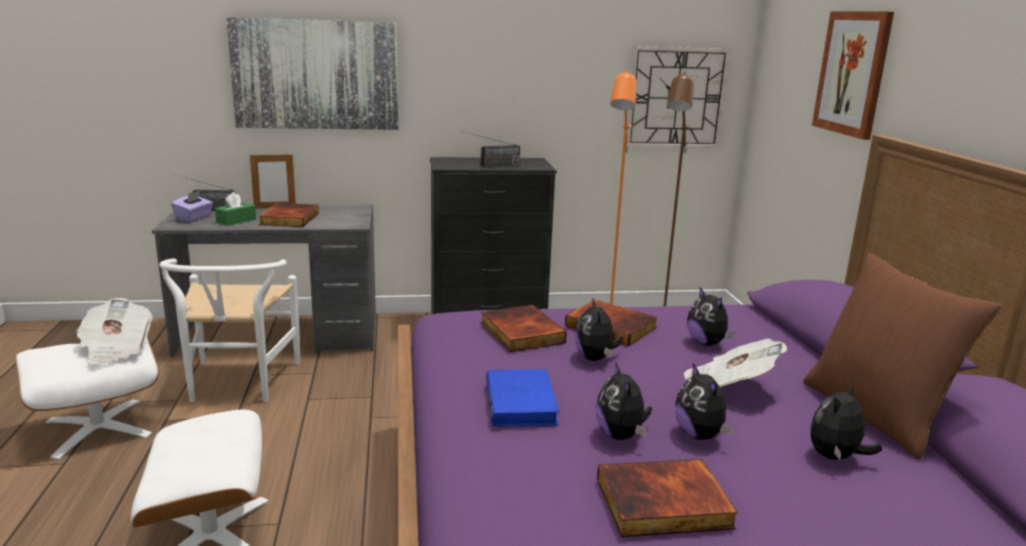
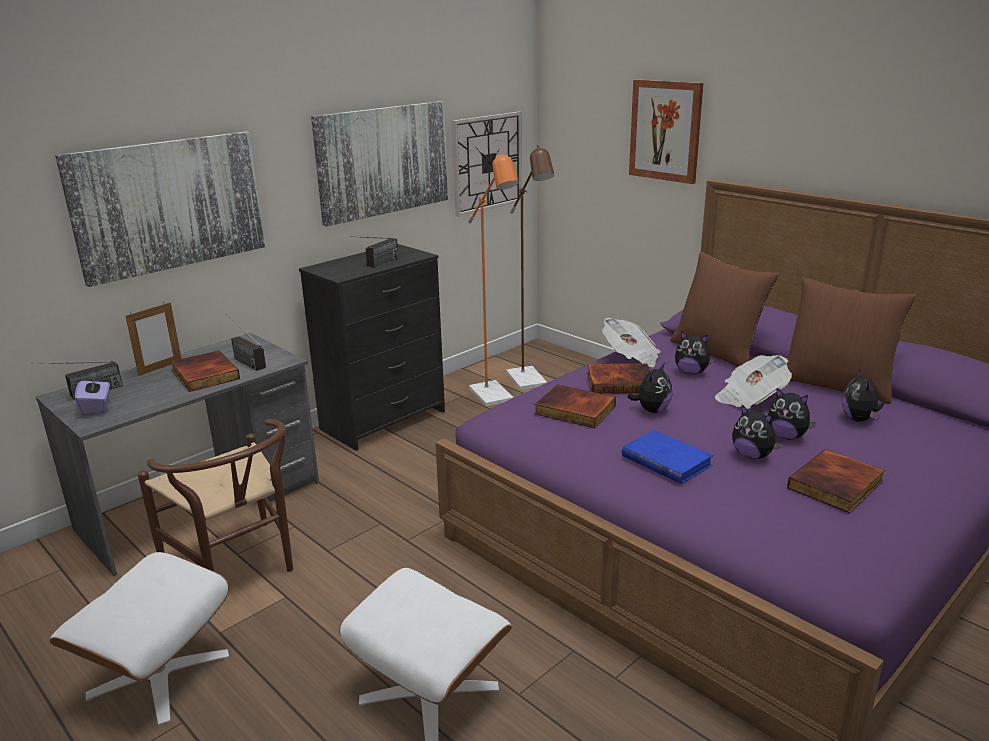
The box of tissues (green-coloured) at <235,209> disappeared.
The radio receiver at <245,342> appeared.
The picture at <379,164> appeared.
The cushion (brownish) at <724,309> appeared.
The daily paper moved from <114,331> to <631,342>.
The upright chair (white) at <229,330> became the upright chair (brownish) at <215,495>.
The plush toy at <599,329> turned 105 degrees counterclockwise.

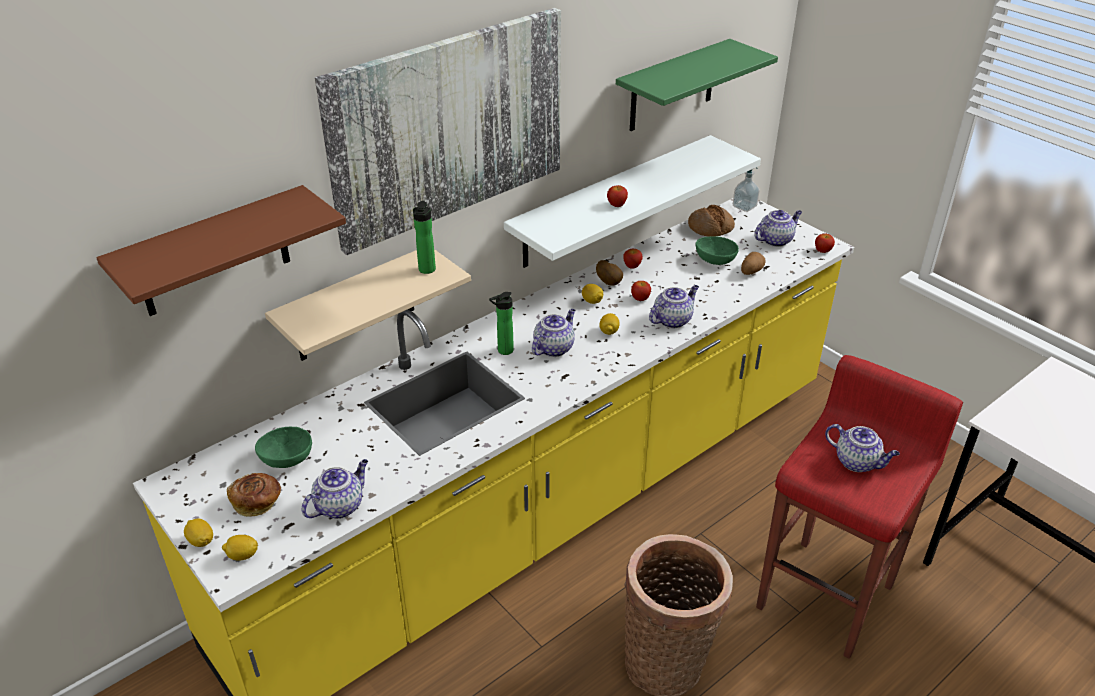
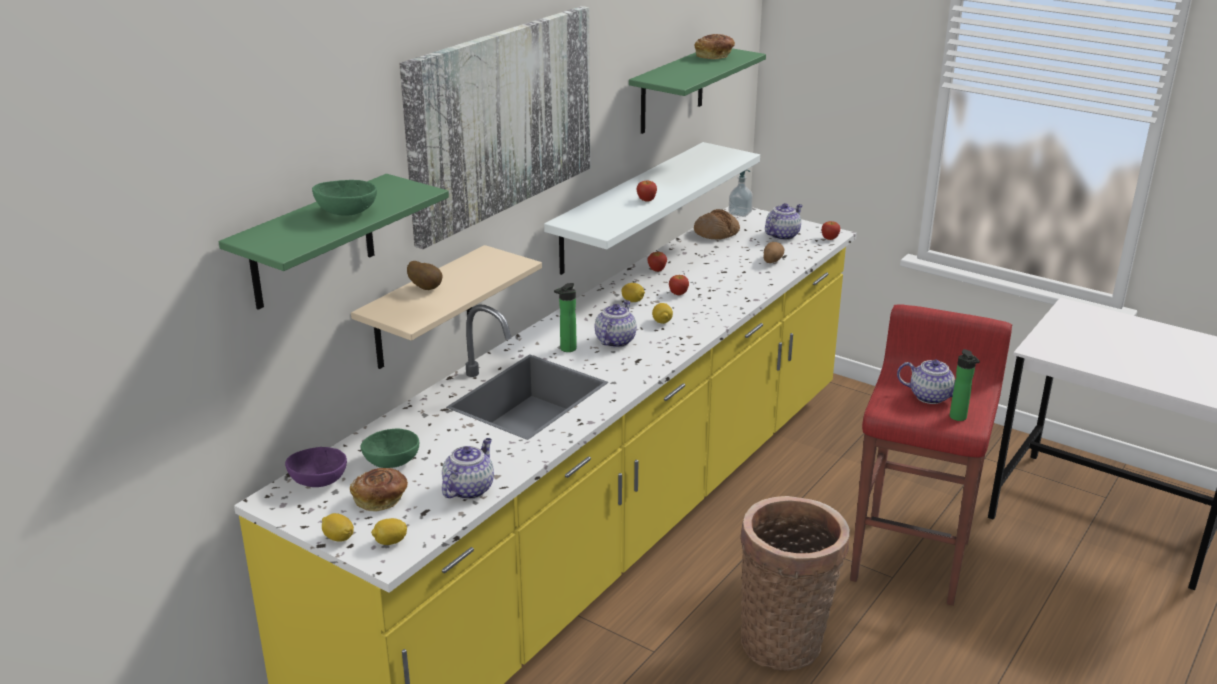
The teapot at <674,306> disappeared.
The bowl (purplish) at <316,467> appeared.
The baked bread at <715,46> appeared.
The beverage bottle moved from <424,237> to <965,385>.
The spud moved from <609,273> to <425,275>.
The bowl (green-coloured) moved from <717,250> to <344,198>.
The wall shelf (brownish) at <221,250> became the wall shelf (green-coloured) at <334,242>.

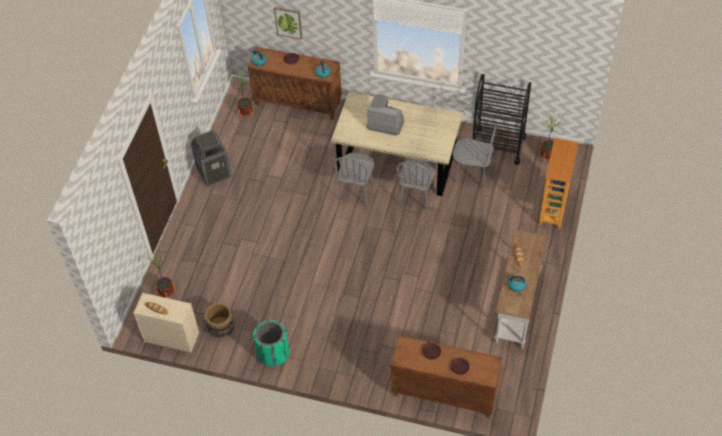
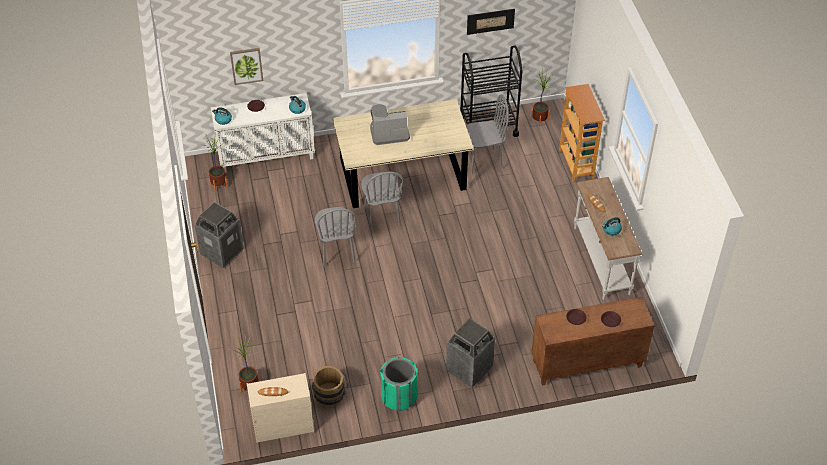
The trash can at <470,353> appeared.
The picture at <491,22> appeared.
The upright chair (grey) moved from <416,185> to <335,237>.
The cupboard (brownish) at <294,83> became the cupboard (white) at <263,133>.

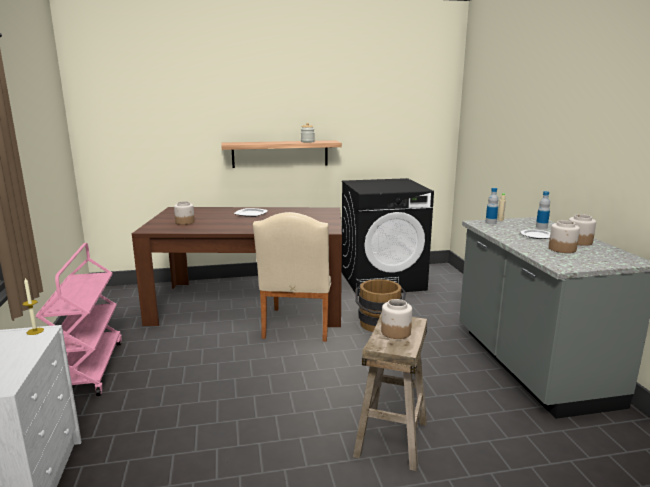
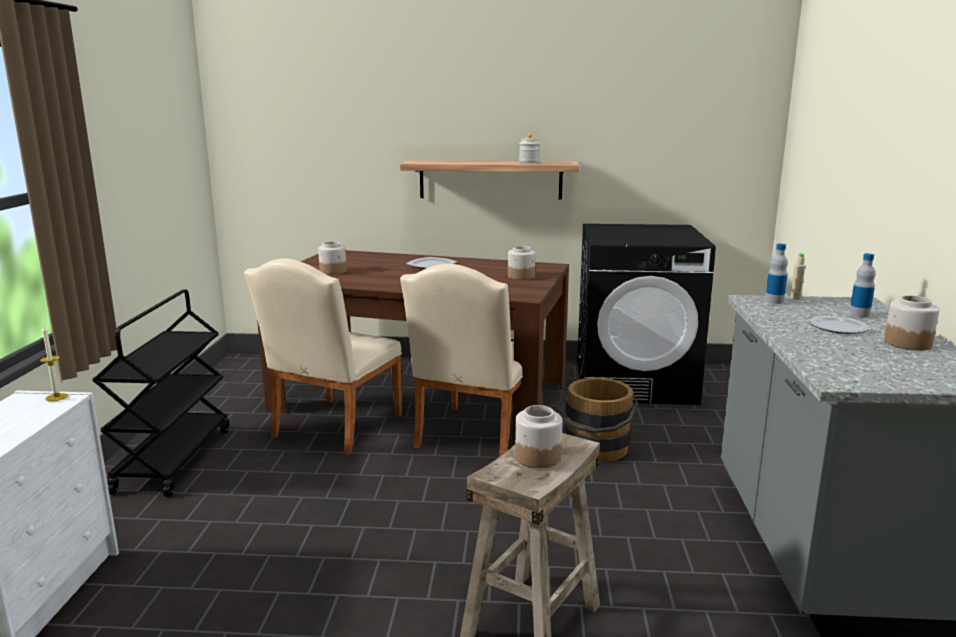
The upright chair (sand-coloured) at <323,356> appeared.
The jar moved from <564,236> to <521,263>.
The wheeled cart (pink-coloured) at <79,319> became the wheeled cart (black-coloured) at <160,393>.

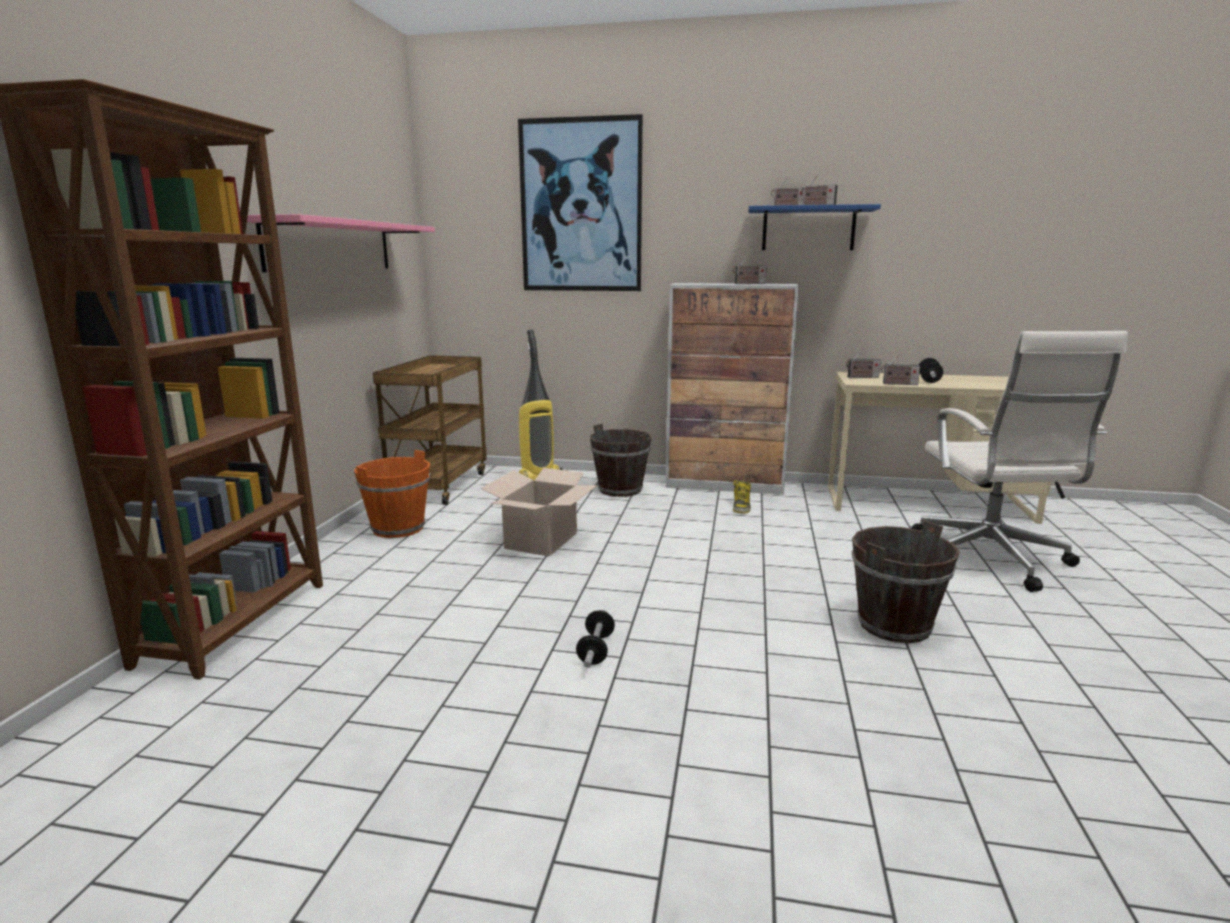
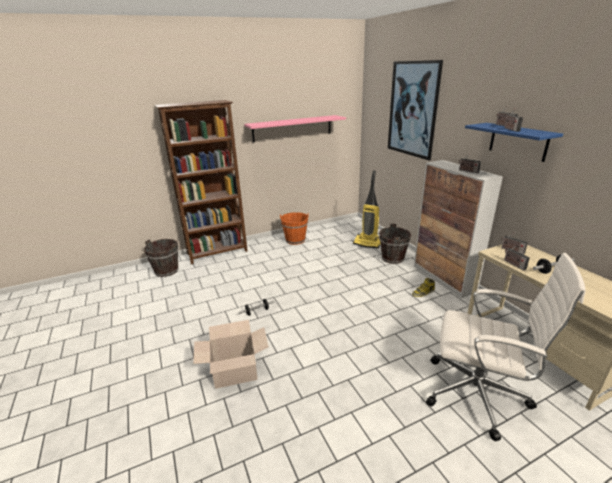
The wheeled cart (brownish) at <430,430> disappeared.
The carton moved from <539,512> to <230,354>.
The bucket (brownish) moved from <906,582> to <161,258>.
The desk chair (white) at <1019,461> turned 120 degrees counterclockwise.

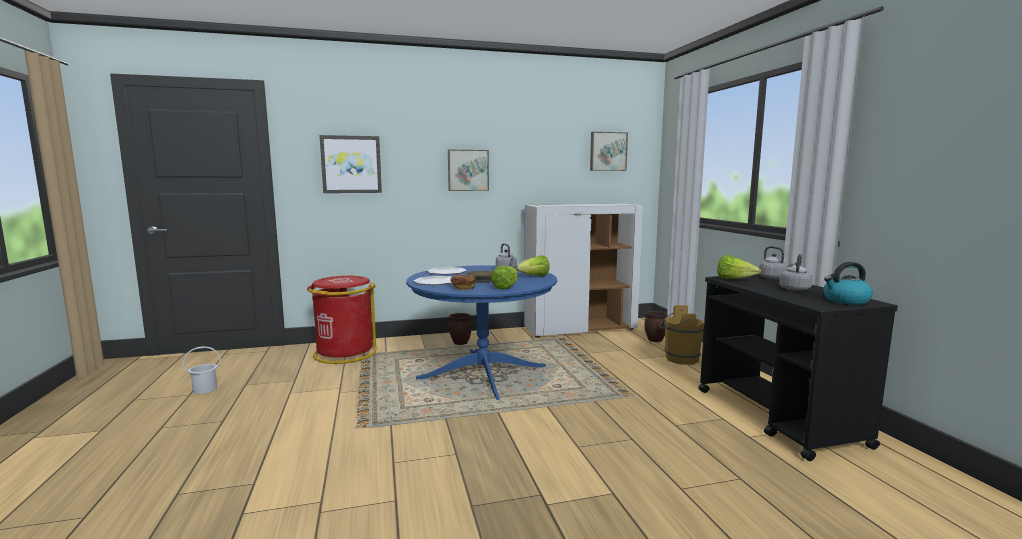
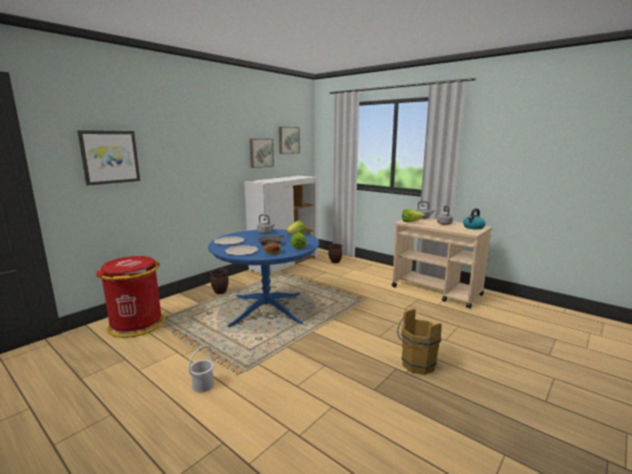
The bucket (white) moved from <202,370> to <201,369>.
The picture moved from <468,170> to <261,153>.
The bucket (brownish) moved from <681,335> to <419,342>.
The wheeled cart (black-coloured) at <798,367> became the wheeled cart (sand-coloured) at <442,263>.

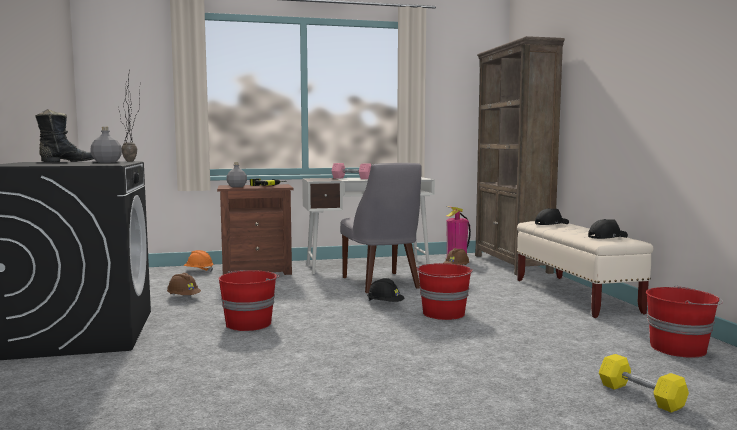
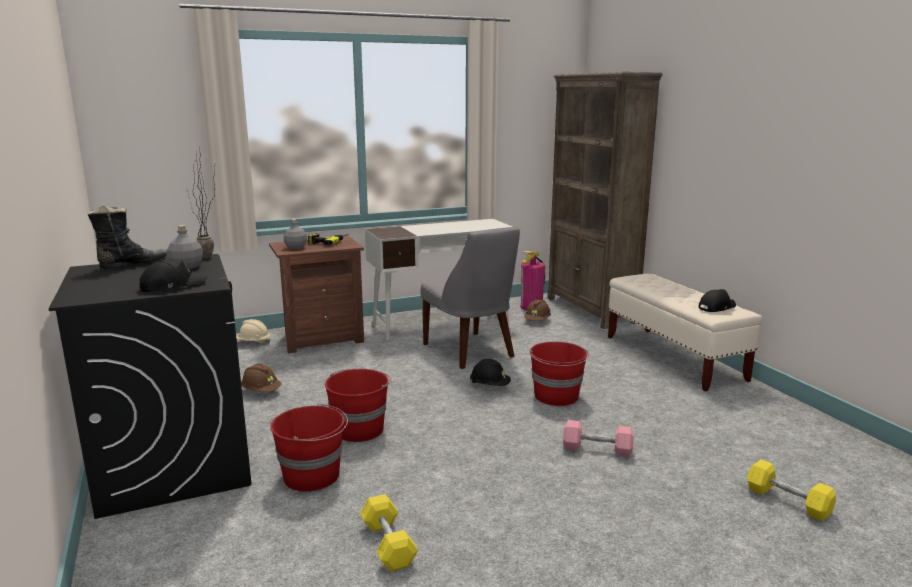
The dumbbell (yellow-coloured) at <389,533> appeared.
The dumbbell (pink-coloured) moved from <351,171> to <598,438>.
The peaked cap (black-coloured) moved from <552,216> to <173,276>.
The bucket (red-coloured) moved from <684,321> to <309,447>.
The safety helmet (orange) at <198,261> became the safety helmet (sand-coloured) at <253,331>.

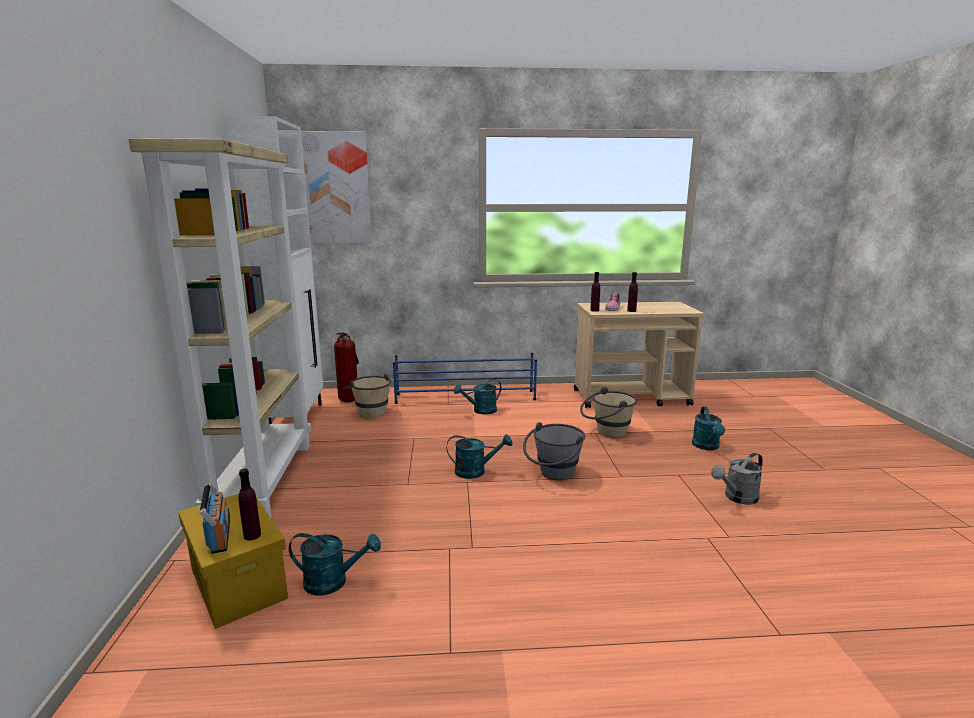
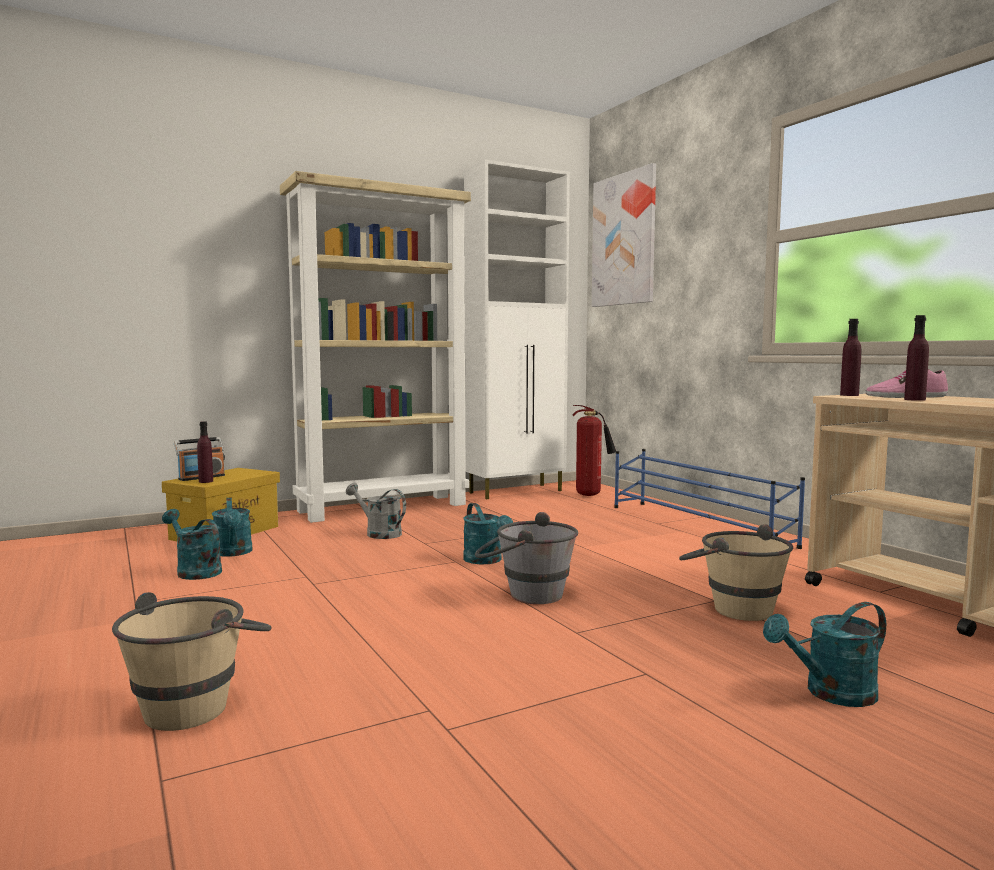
The bucket (sand-coloured) moved from <367,395> to <192,661>.
The sprinkling can (turquoise-coloured) moved from <477,396> to <192,544>.
The sprinkling can (grey) moved from <737,479> to <376,511>.

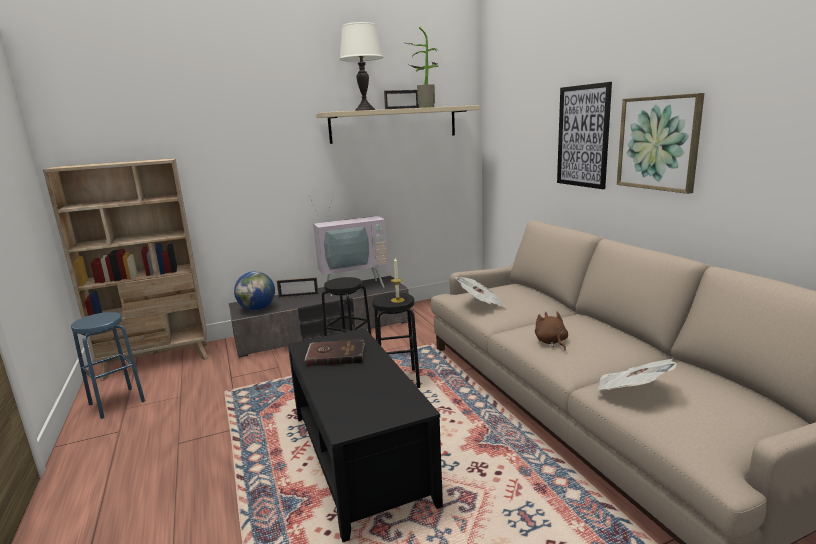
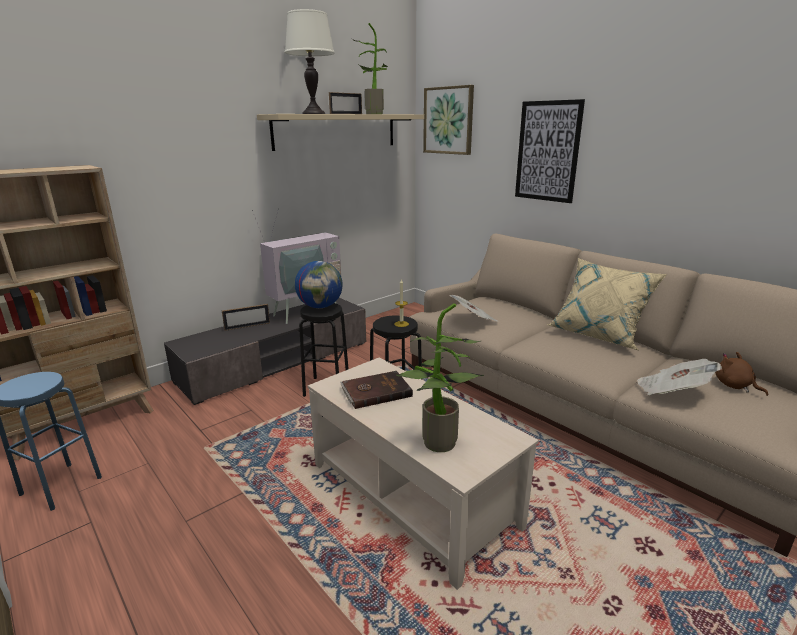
The houseplant at <440,377> appeared.
The cushion (sand-coloured) at <607,304> appeared.
The world globe moved from <254,291> to <319,284>.
The plush toy (brownish) moved from <551,331> to <741,374>.
The picture moved from <660,143> to <448,120>.
The low table (black-coloured) at <365,435> became the low table (sand-coloured) at <423,474>.

